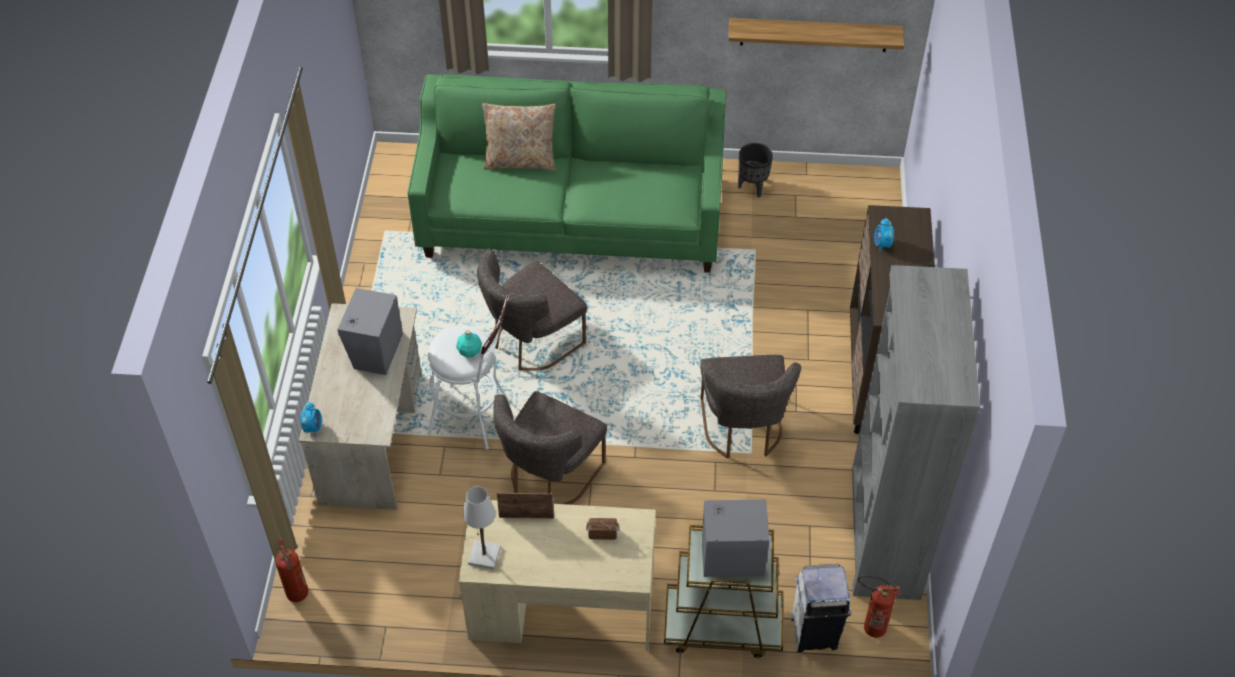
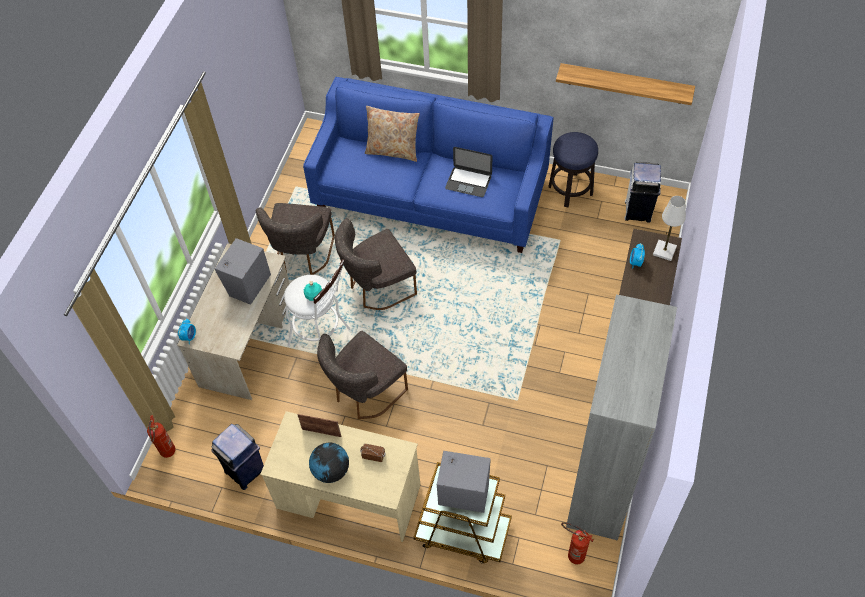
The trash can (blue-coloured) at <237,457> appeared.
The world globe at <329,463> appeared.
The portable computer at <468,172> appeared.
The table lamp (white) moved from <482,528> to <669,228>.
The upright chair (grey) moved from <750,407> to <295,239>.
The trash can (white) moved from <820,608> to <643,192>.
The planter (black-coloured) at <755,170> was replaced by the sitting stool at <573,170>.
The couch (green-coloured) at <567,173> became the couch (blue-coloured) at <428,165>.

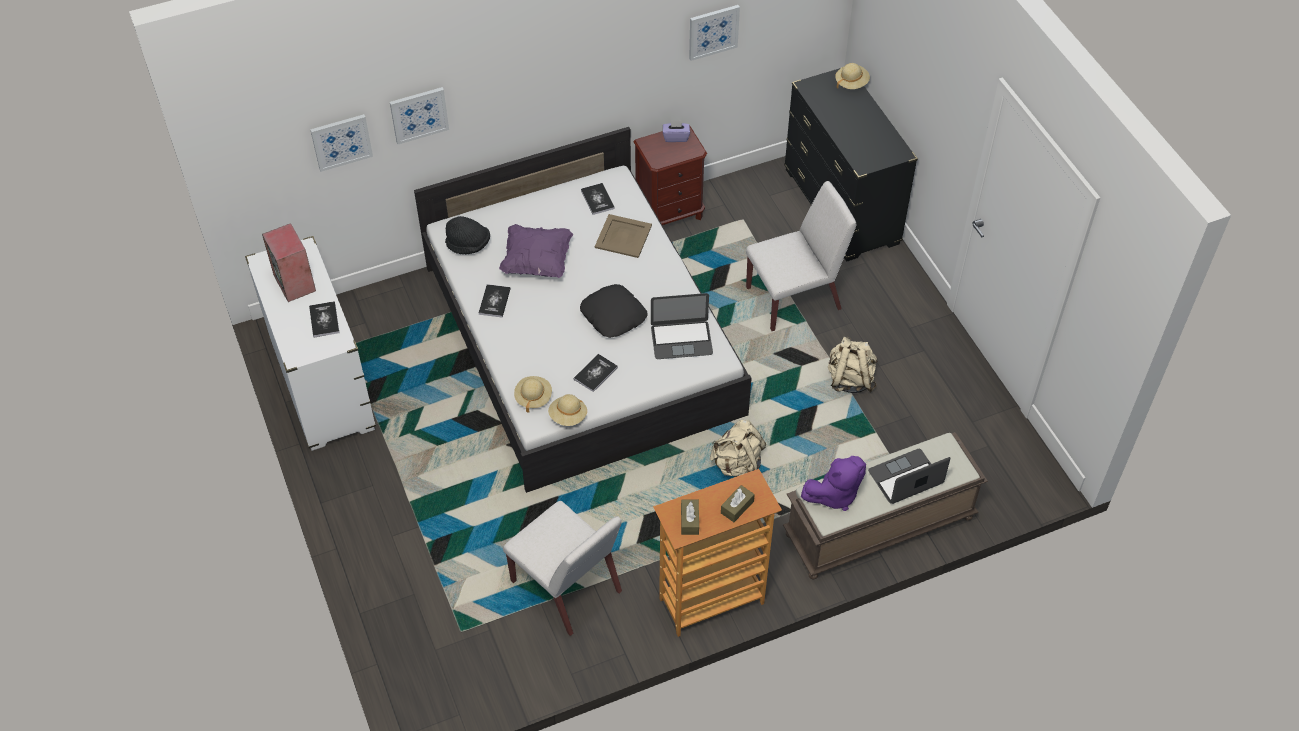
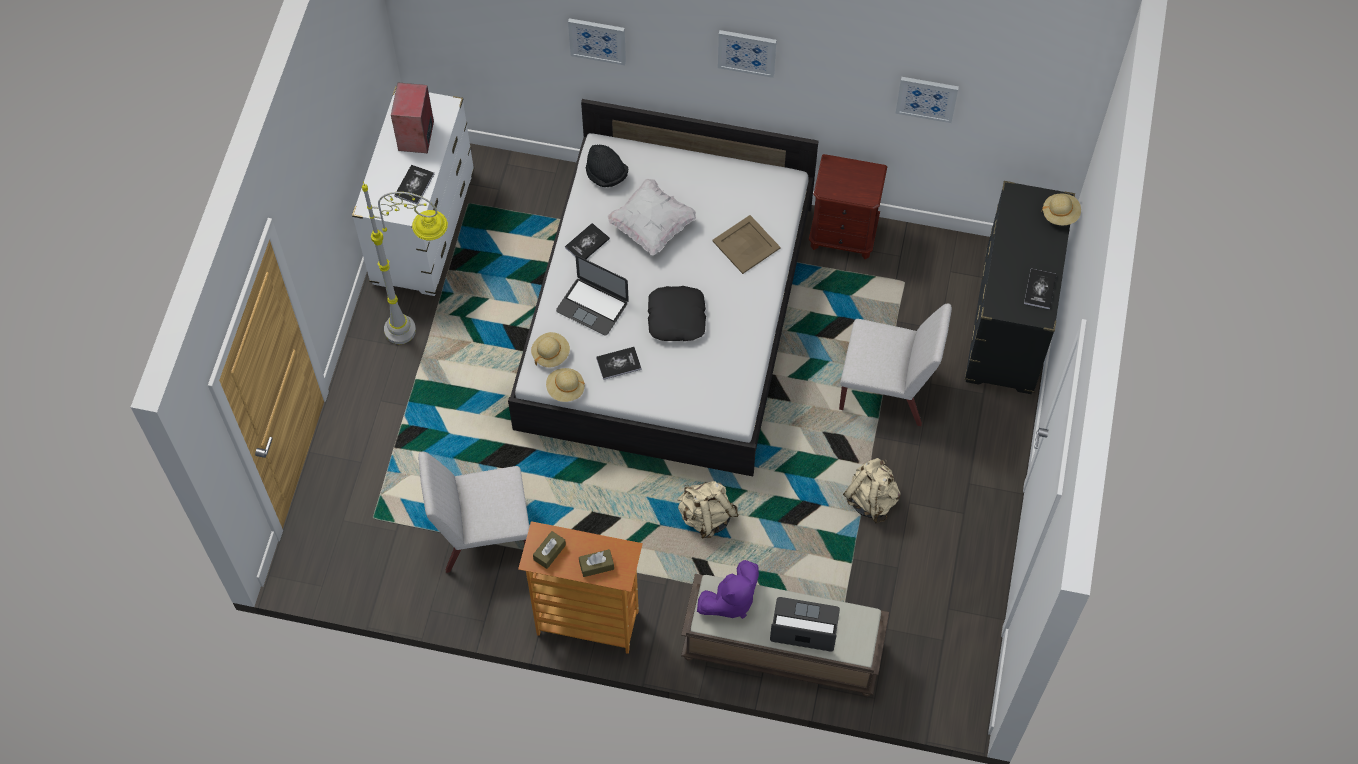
The box of tissues (purplish) at <676,131> disappeared.
The standard lamp (grey) at <405,263> appeared.
The picture moved from <341,143> to <747,54>.
The bound book moved from <598,199> to <1040,289>.
The portable computer moved from <682,326> to <592,296>.
The cushion (purplish) at <536,251> became the cushion (white) at <651,217>.
The upright chair (white) at <562,568> turned 90 degrees clockwise.
The plush toy (purplish) at <833,483> turned 45 degrees counterclockwise.

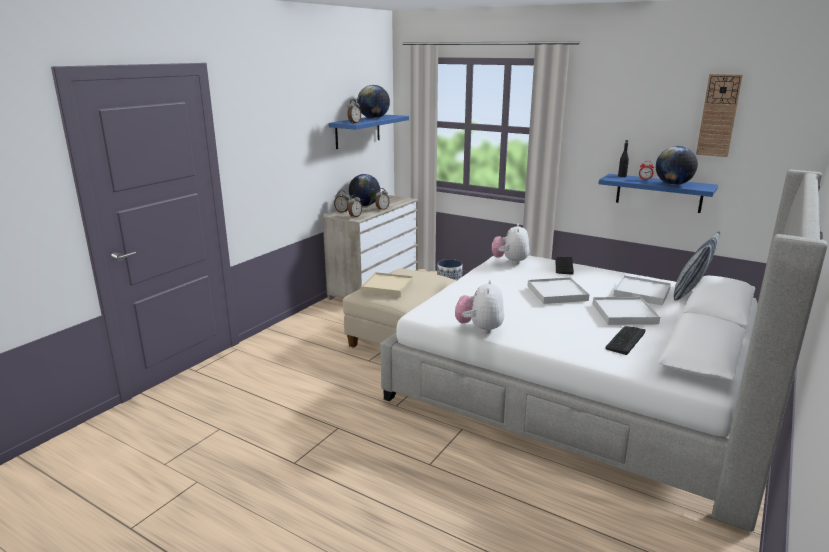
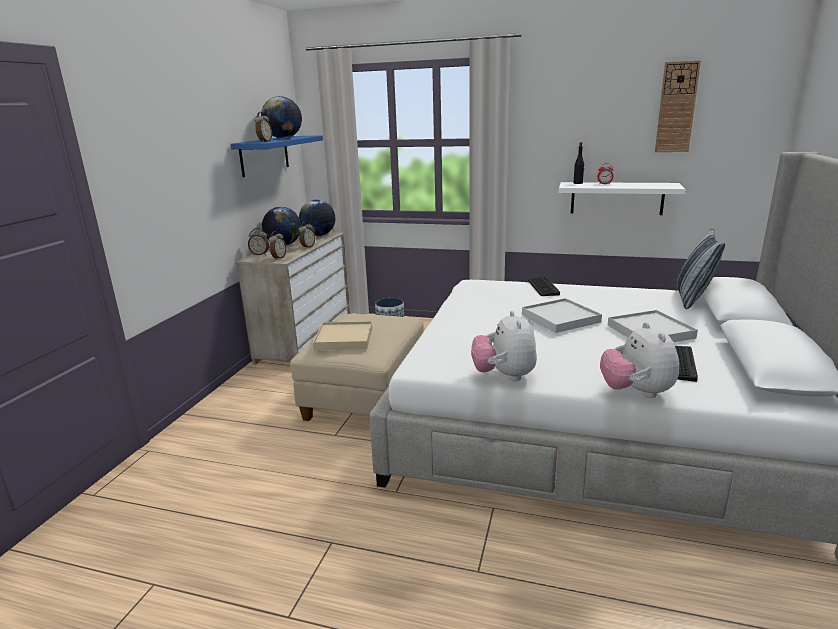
The carrying tray (white) at <642,290> disappeared.
The plush toy moved from <510,244> to <639,360>.
The world globe moved from <677,165> to <317,218>.
The wall shelf (blue-coloured) at <658,193> became the wall shelf (white) at <621,198>.

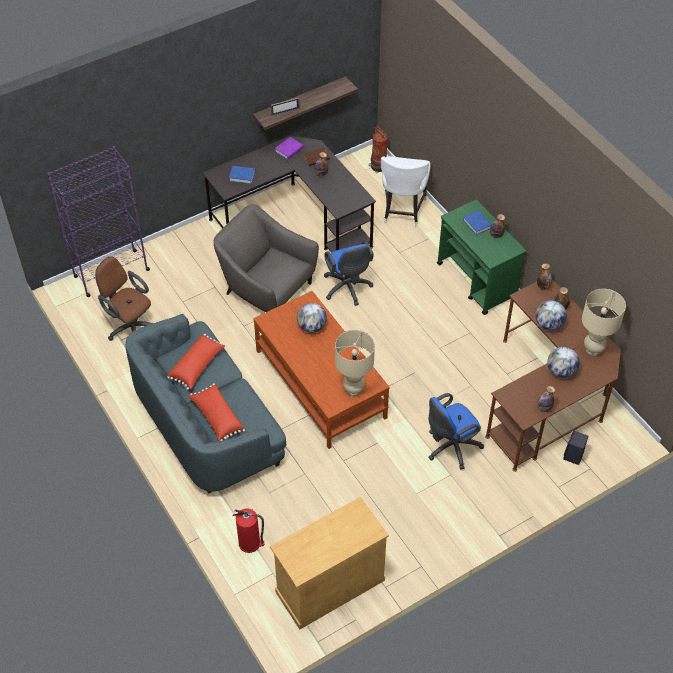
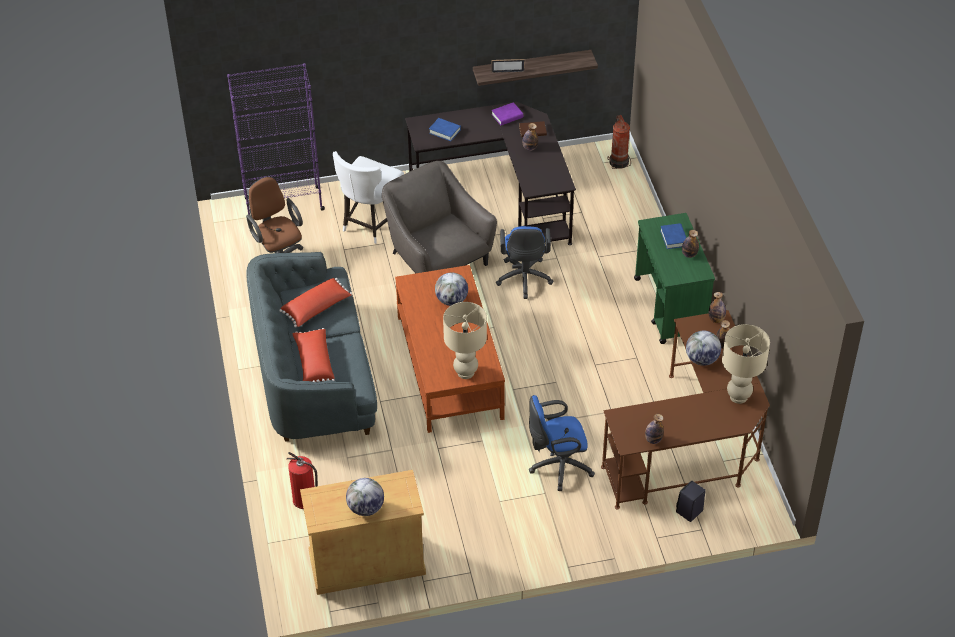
The upright chair (white) moved from <406,191> to <368,197>.
The world globe moved from <563,362> to <365,497>.

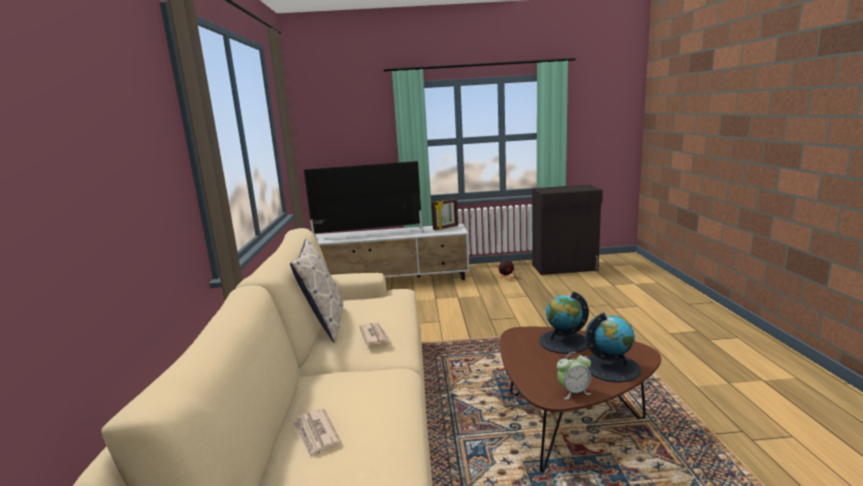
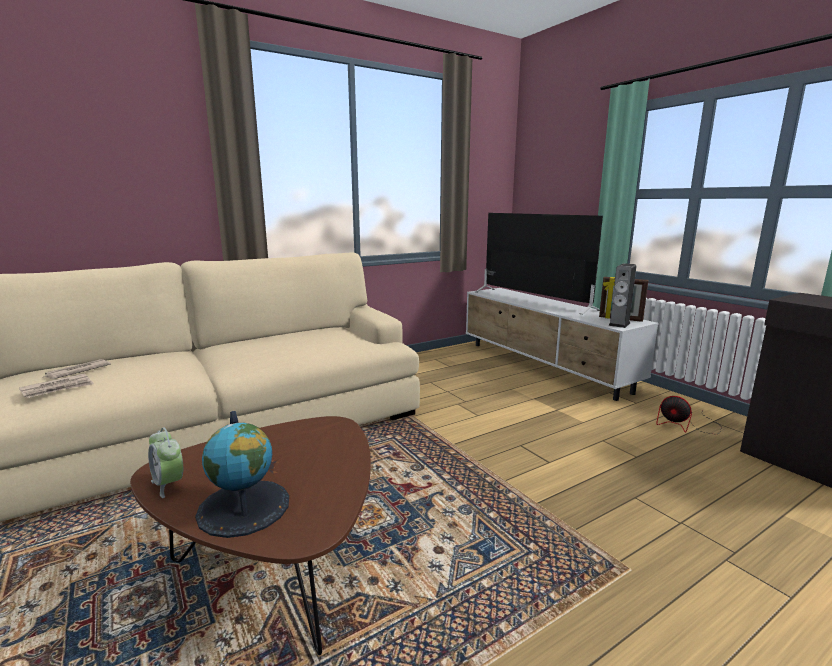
The cushion at <316,290> disappeared.
The world globe at <564,323> disappeared.
The loudspeaker at <622,295> appeared.
The daily paper moved from <374,333> to <56,385>.

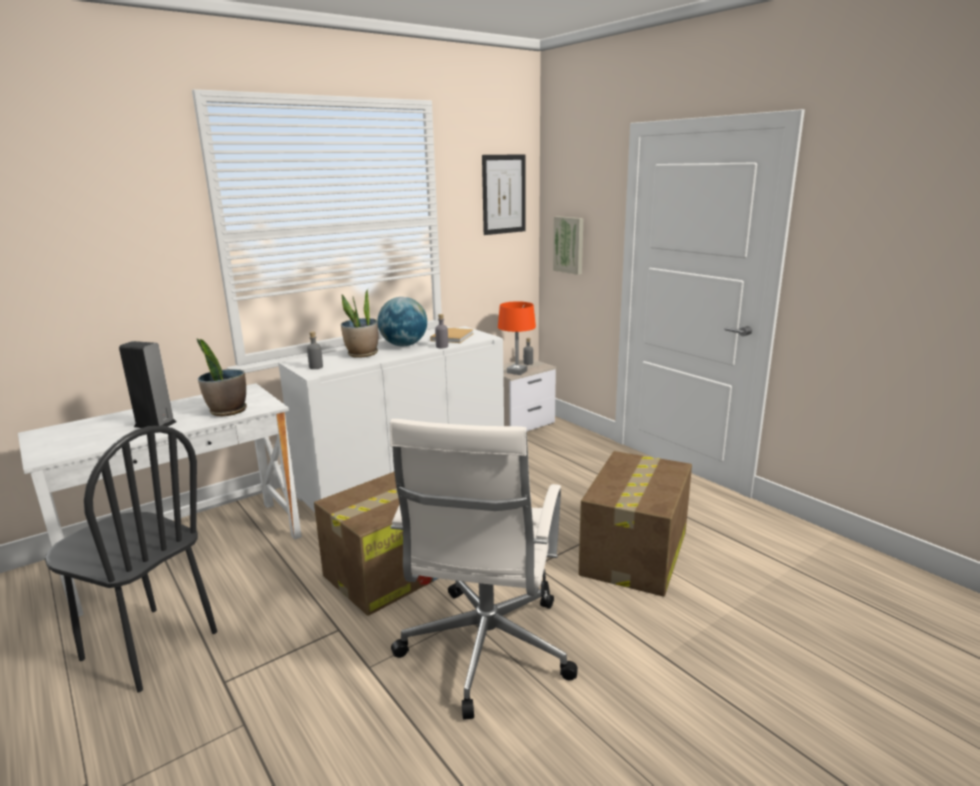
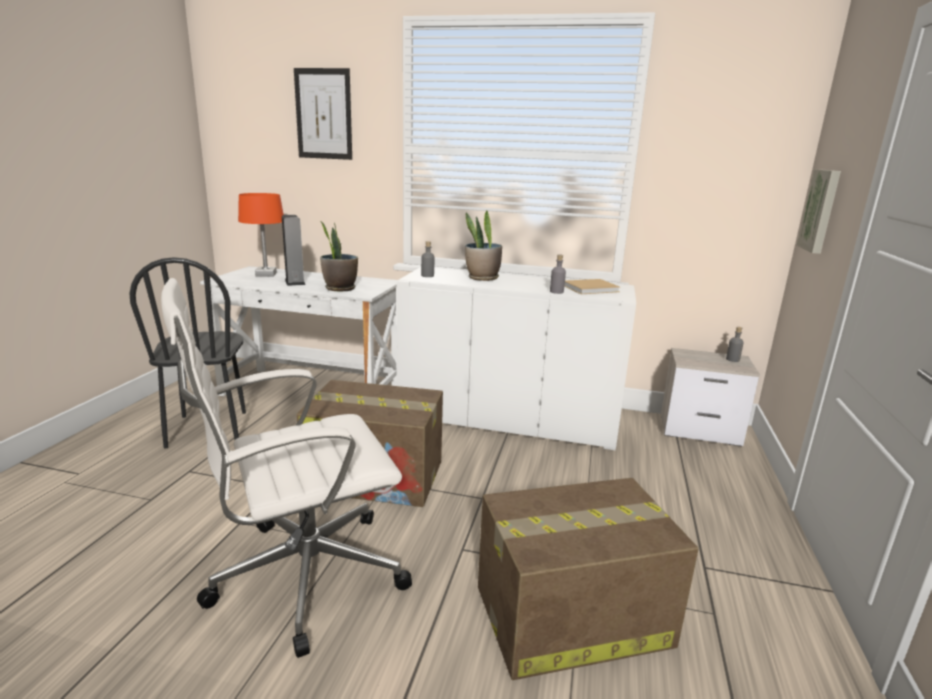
The world globe at <402,322> disappeared.
The picture moved from <503,194> to <323,114>.
The table lamp (orange) moved from <517,338> to <261,234>.

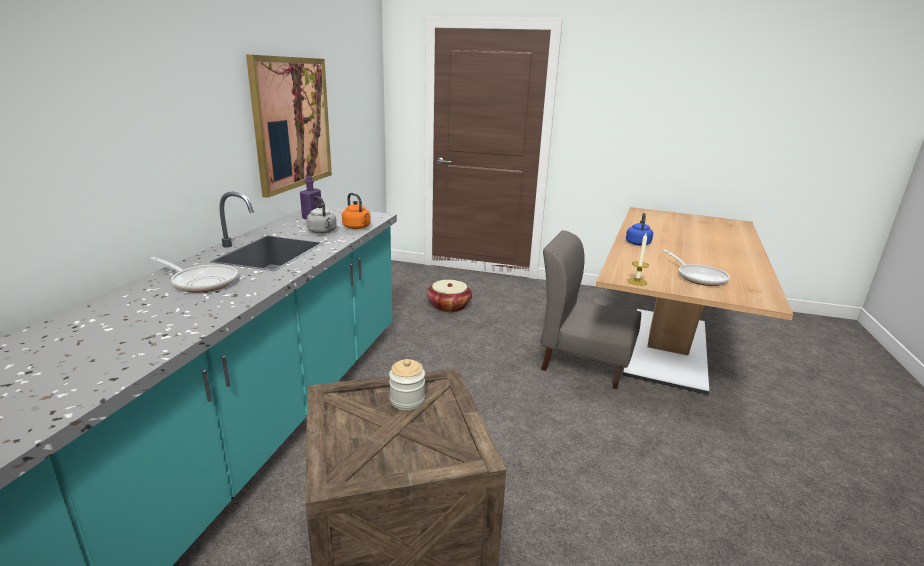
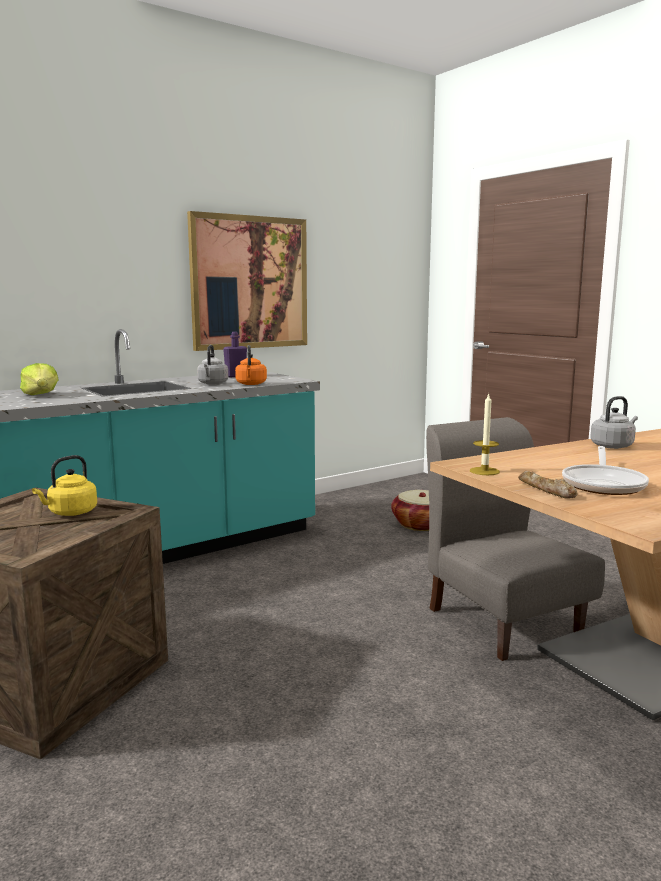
The baked bread at <547,485> appeared.
The frying pan at <194,275> was replaced by the head of lettuce at <39,379>.
The jar at <407,384> was replaced by the tea kettle (yellow-coloured) at <64,485>.
The tea kettle (blue-coloured) at <639,229> became the tea kettle (grey) at <614,422>.

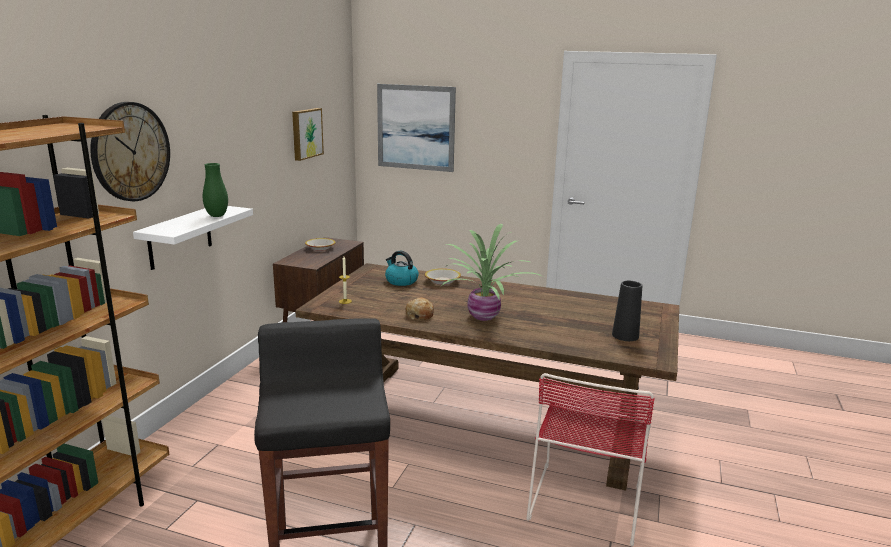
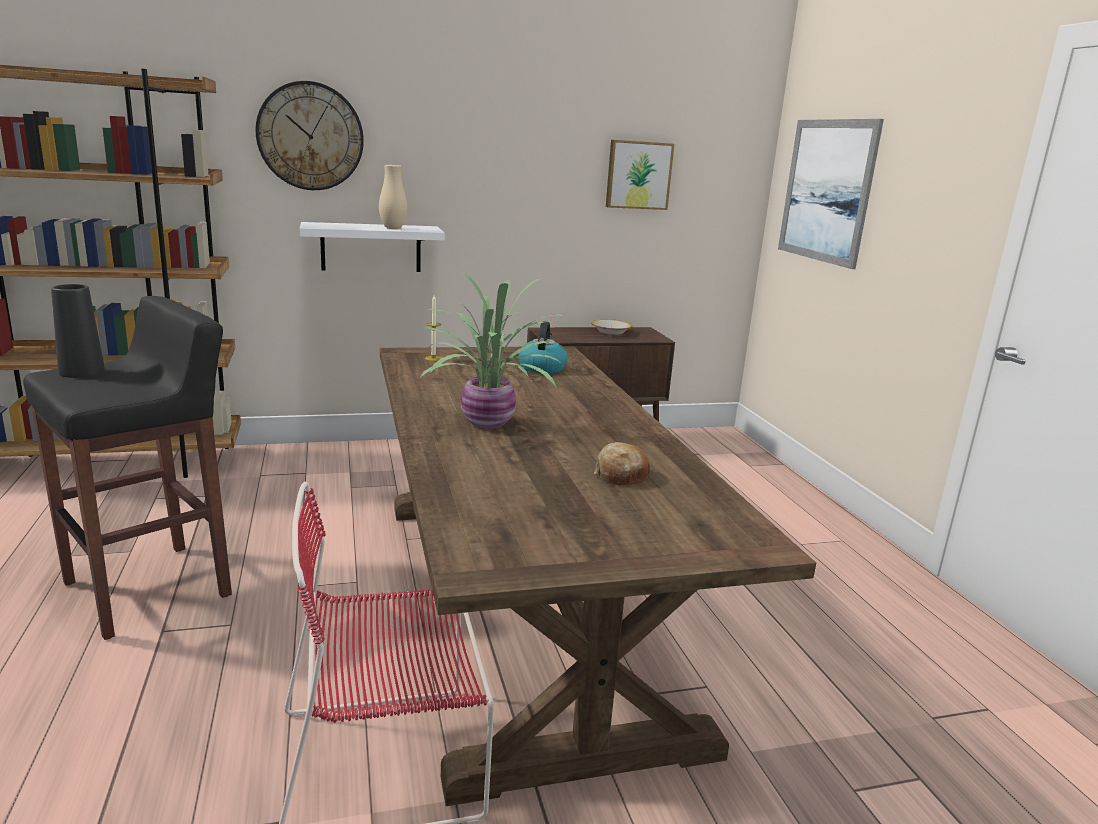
The bowl at <443,276> disappeared.
The baked bread moved from <419,308> to <622,463>.
The vase (black-coloured) moved from <627,311> to <78,331>.
The vase (green-coloured) at <215,190> became the vase (sand-coloured) at <393,197>.

